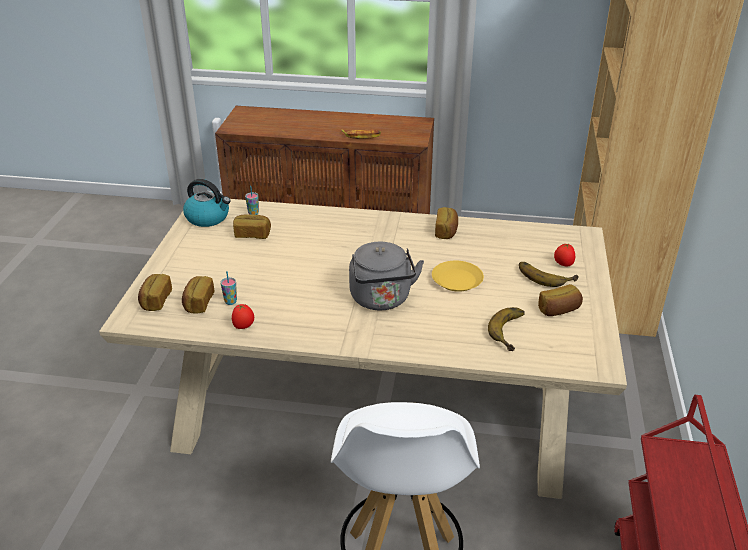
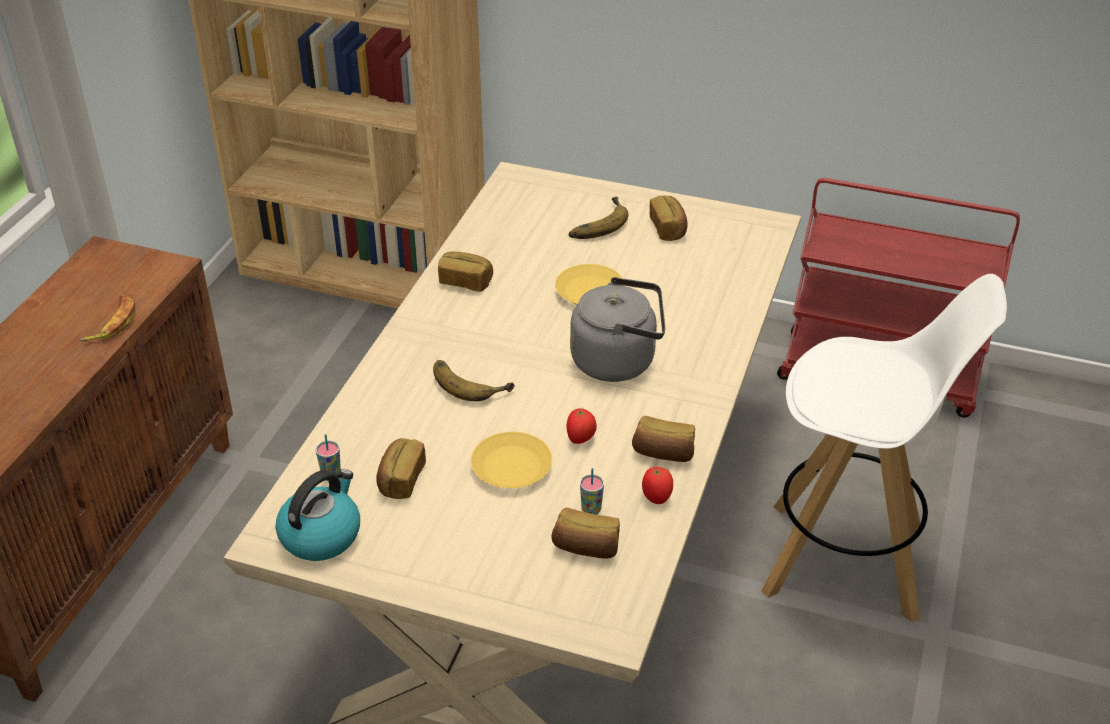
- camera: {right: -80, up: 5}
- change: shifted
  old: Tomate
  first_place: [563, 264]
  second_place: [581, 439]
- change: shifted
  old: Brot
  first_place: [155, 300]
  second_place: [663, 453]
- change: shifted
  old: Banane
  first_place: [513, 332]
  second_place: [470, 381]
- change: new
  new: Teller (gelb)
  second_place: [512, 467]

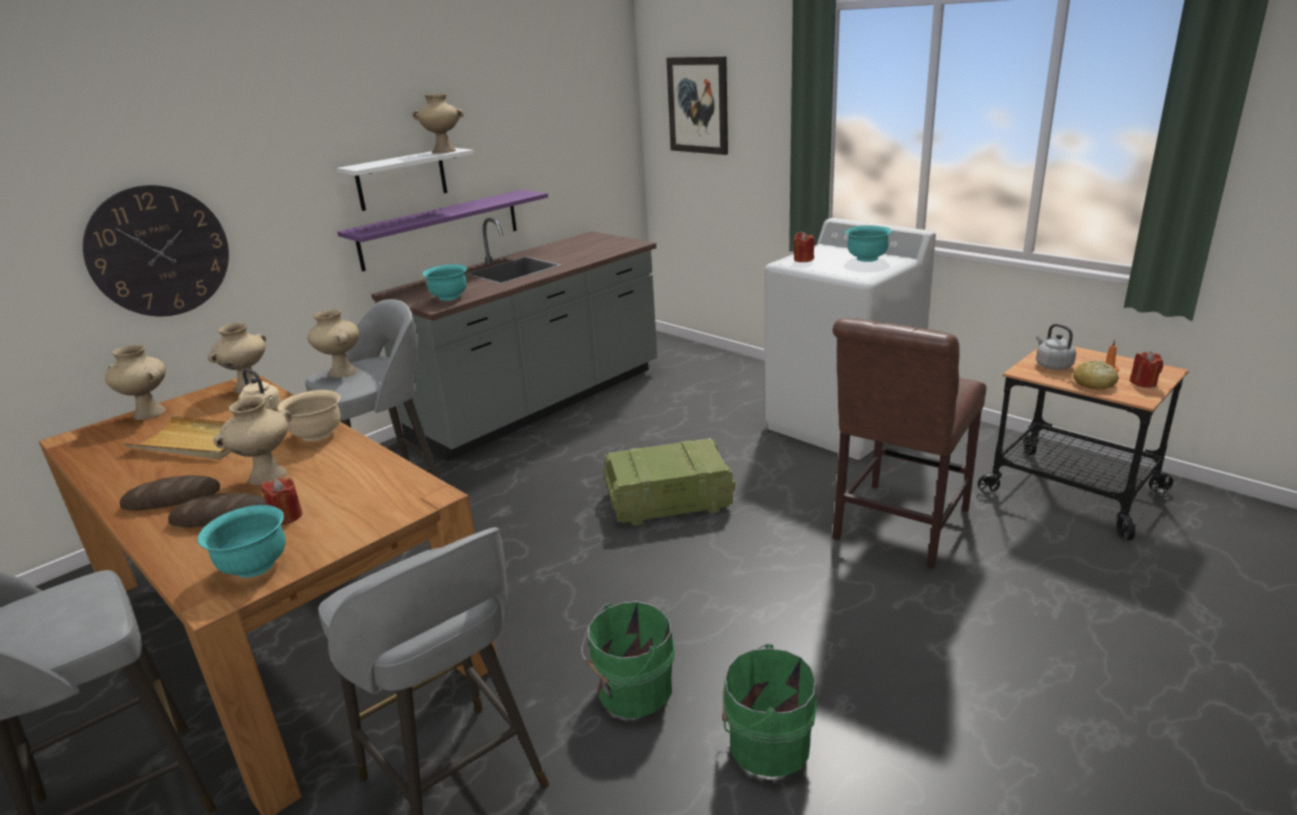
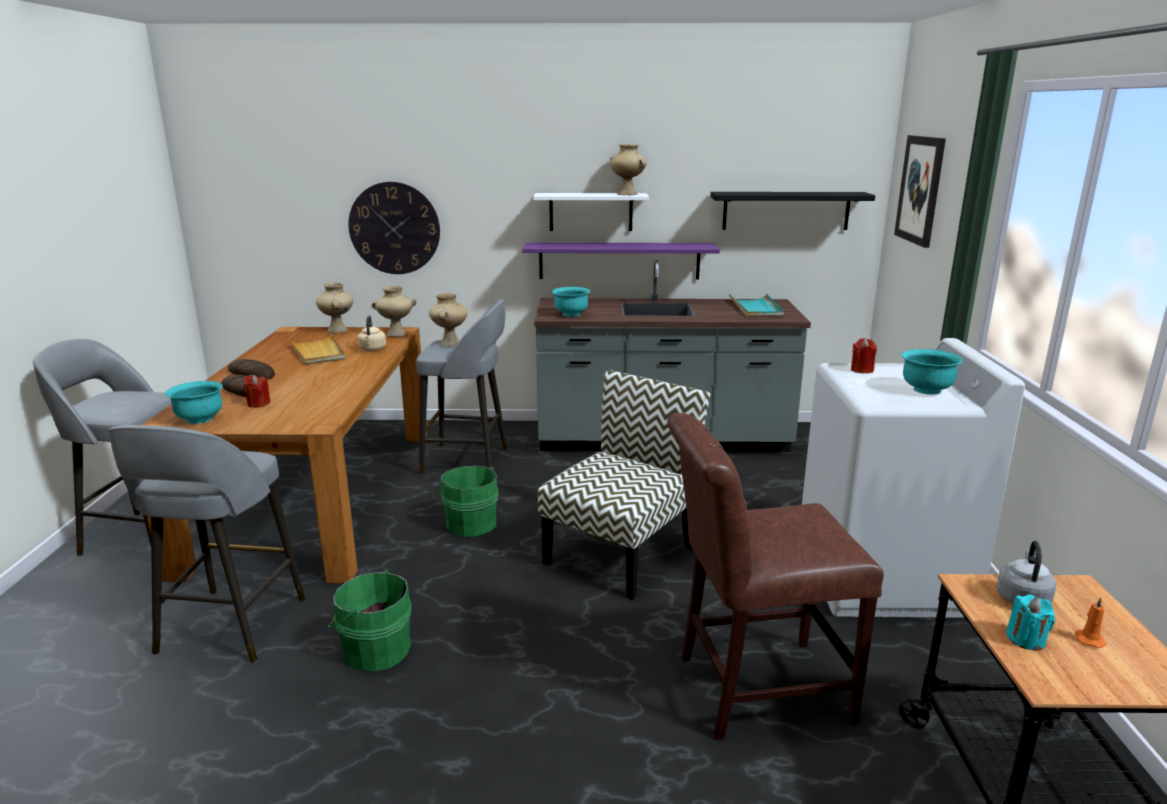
- camera: {right: 45, up: -5}
- change: gone
  old: Kerze (rot)
  first_place: [1143, 383]
- change: swapped
  old: Brot
  new: Kerze (türkis)
  first_place: [1094, 383]
  second_place: [1026, 639]
- change: gone
  old: Schüssel (beige)
  first_place: [317, 435]
- change: gone
  old: Vase (beige)
  first_place: [267, 477]
- change: swapped
  old: Kiste
  new: Stuhl
  first_place: [670, 500]
  second_place: [620, 553]
- change: shifted
  old: Eimer (grün)
  first_place: [765, 743]
  second_place: [470, 523]
- change: new
  new: Wandregal (schwarz)
  second_place: [786, 210]
- change: new
  new: Tablett (türkis)
  second_place: [756, 308]

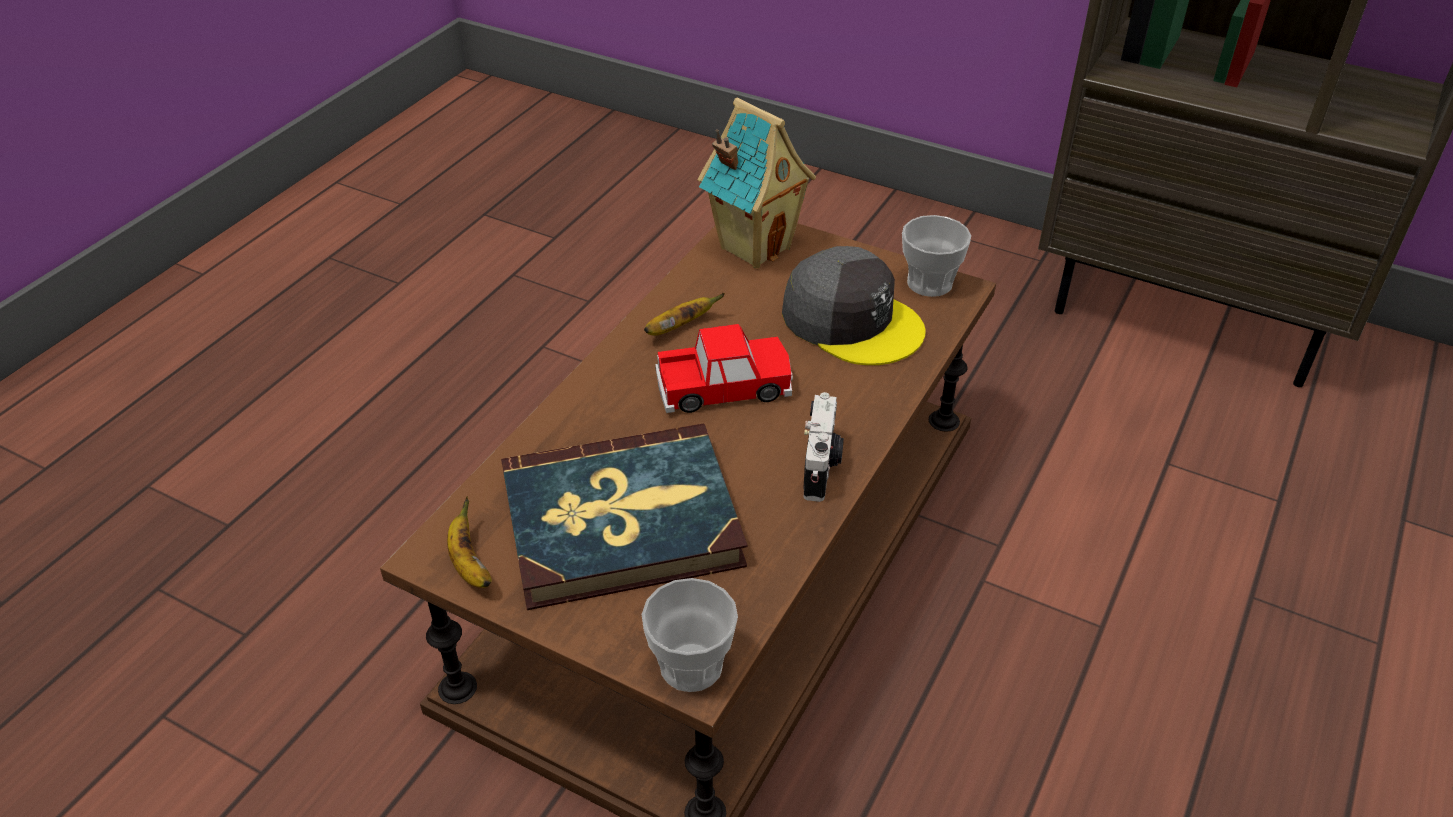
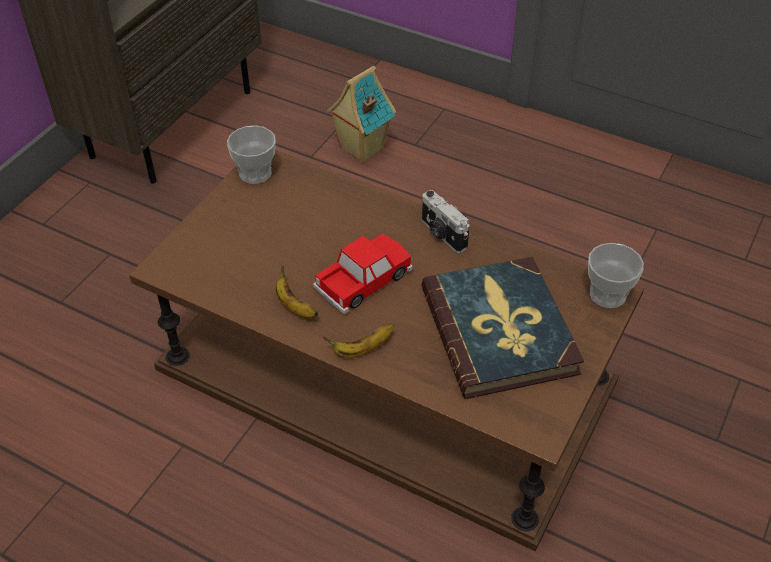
- camera: {right: -90, up: 5}
- change: shifted
  old: Spielzeughaus
  first_place: [754, 247]
  second_place: [361, 150]
- change: gone
  old: Kappe (grau)
  first_place: [852, 321]
- change: rotated
  old: Spielzeugauto
  first_place: [724, 387]
  second_place: [364, 280]
  degrees: 60
- change: rotated
  old: Kamera
  first_place: [821, 466]
  second_place: [442, 235]
  degrees: -135
- change: shifted
  old: Banane
  first_place: [469, 564]
  second_place: [362, 349]

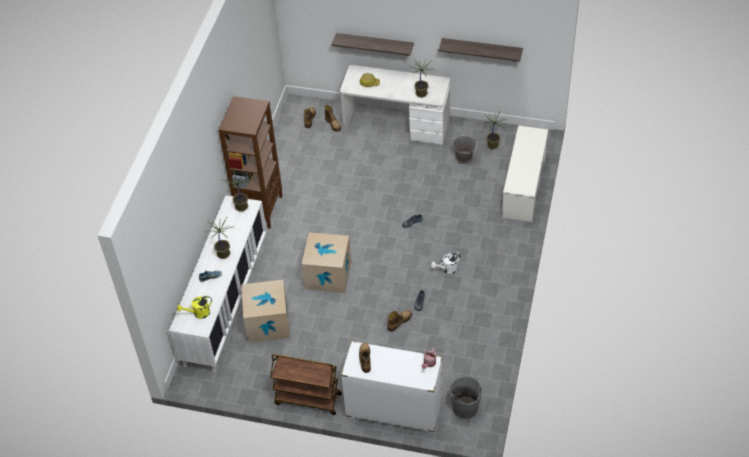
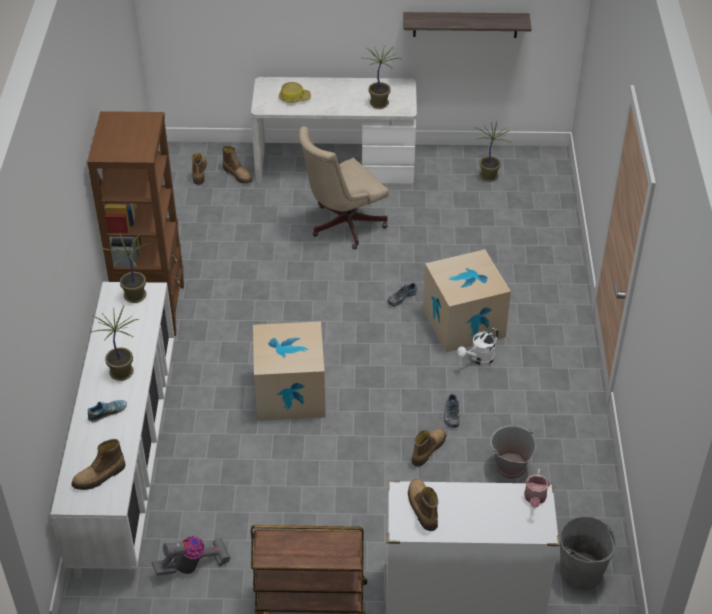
- camera: {right: -15, up: -5}
- change: gone
  old: Wandregal
  first_place: [375, 44]
- change: gone
  old: Schuhregal (weiß)
  first_place: [524, 188]
- change: shifted
  old: Eimer (grau)
  first_place: [463, 158]
  second_place: [510, 467]
- change: shifted
  old: Karton
  first_place: [268, 323]
  second_place: [463, 323]
- change: swapped
  old: Gießkanne (gelb)
  new: Stiefel
  first_place: [198, 313]
  second_place: [99, 477]
- change: new
  new: Bürostuhl (beige)
  second_place: [342, 225]
- change: new
  new: Staubsauger
  second_place: [193, 566]

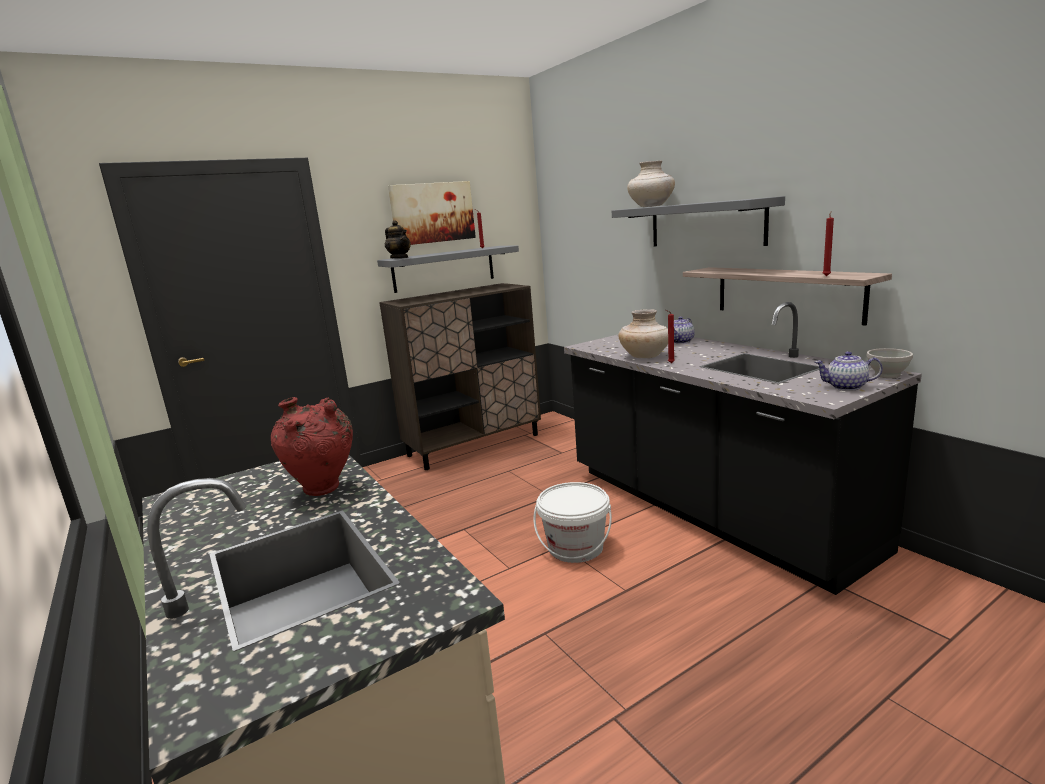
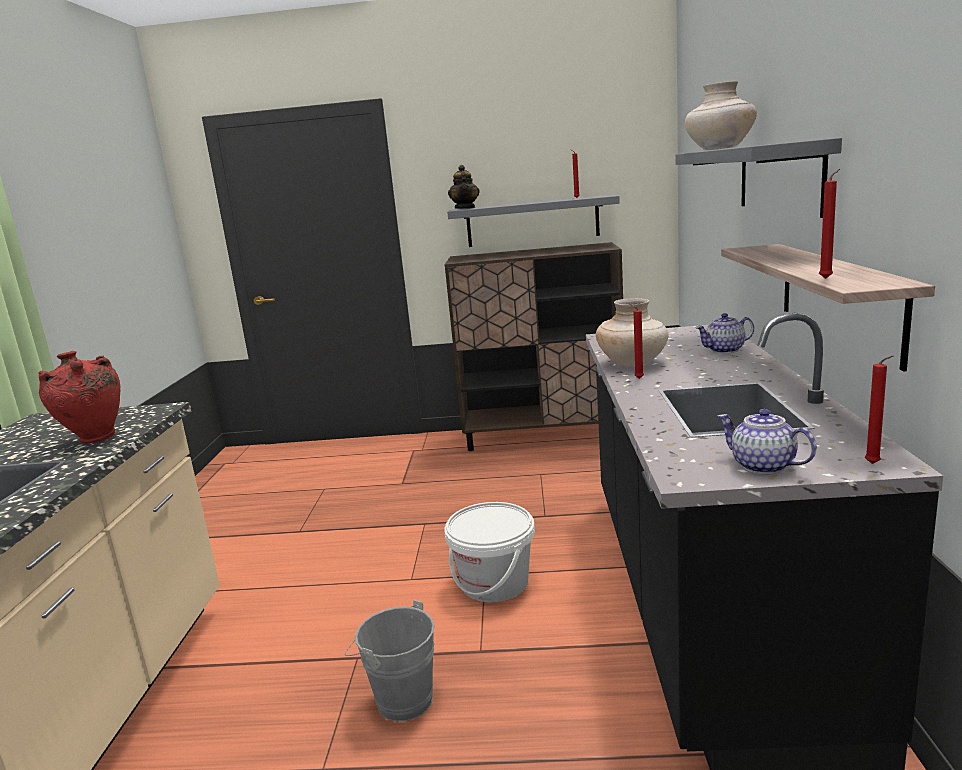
- camera: {right: 35, up: 0}
- change: gone
  old: Bild
  first_place: [432, 213]
- change: swapped
  old: Schüssel (weiß)
  new: Kerze (rot)
  first_place: [888, 375]
  second_place: [874, 464]
- change: new
  new: Eimer (grau)
  second_place: [399, 698]

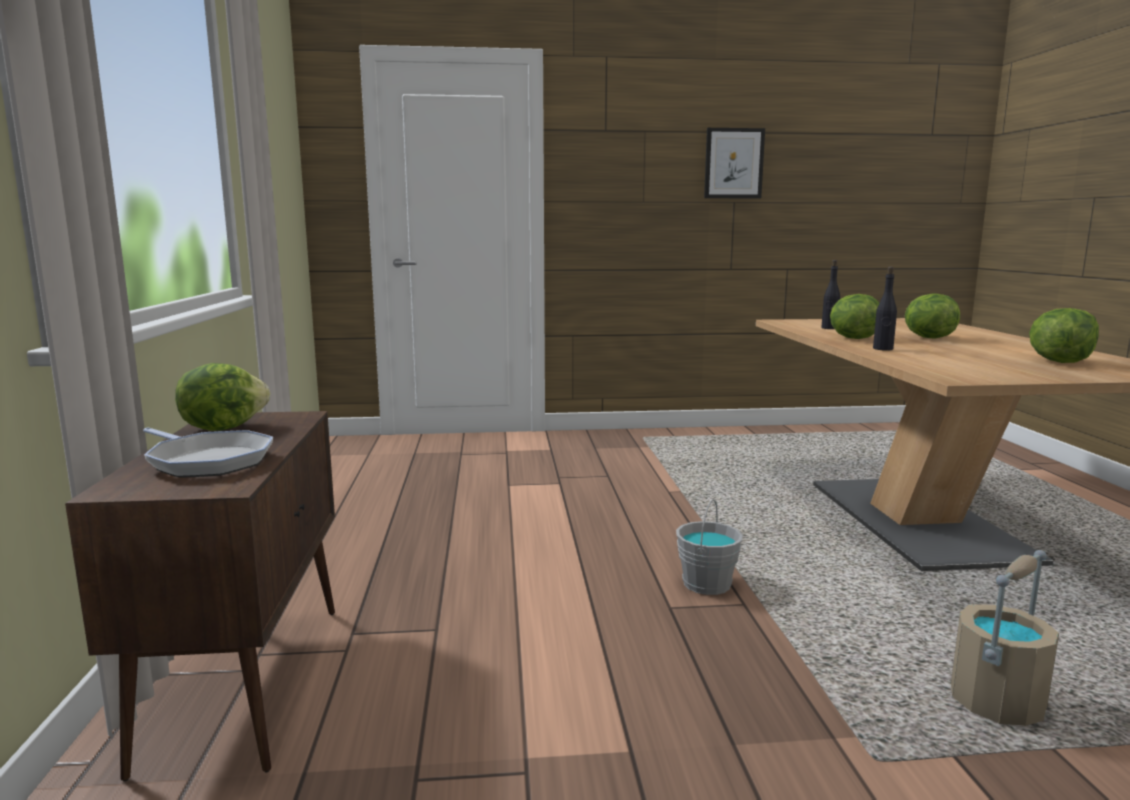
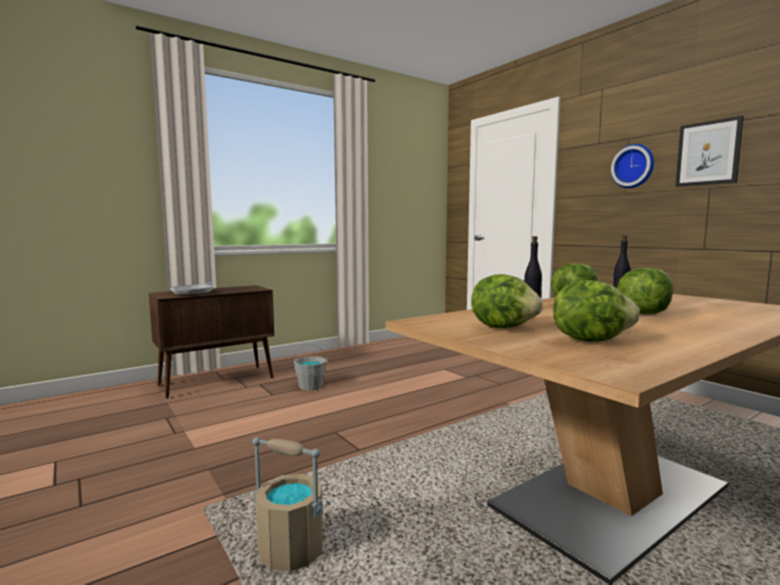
- camera: {right: 60, up: -5}
- change: shifted
  old: Salatkopf
  first_place: [223, 428]
  second_place: [503, 327]
- change: shifted
  old: Eimer (grau)
  first_place: [706, 583]
  second_place: [311, 386]
- change: new
  new: Wanduhr
  second_place: [633, 166]

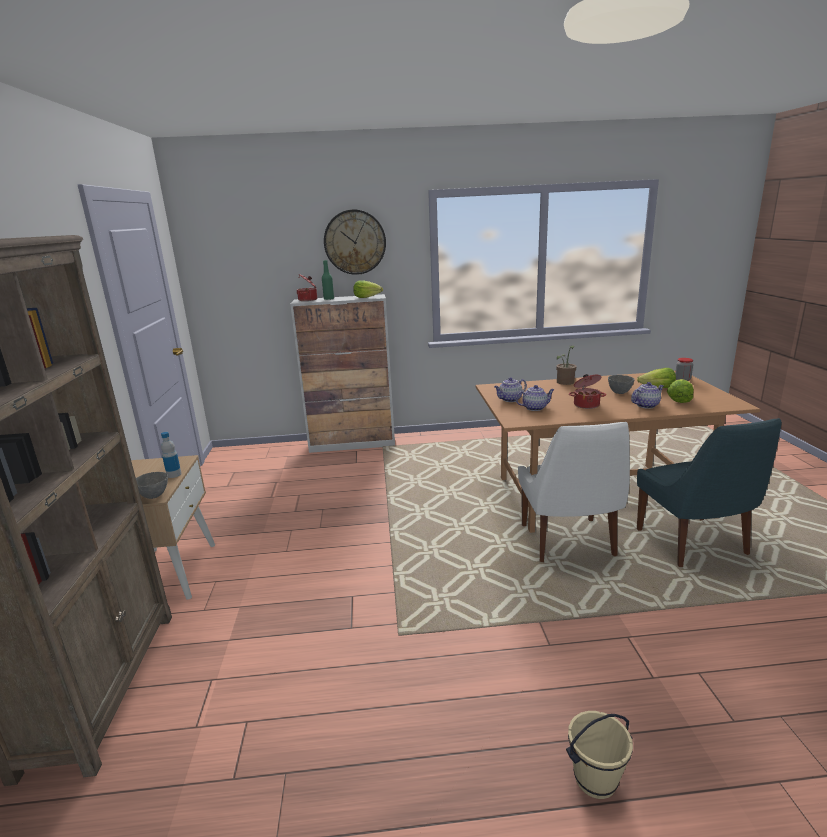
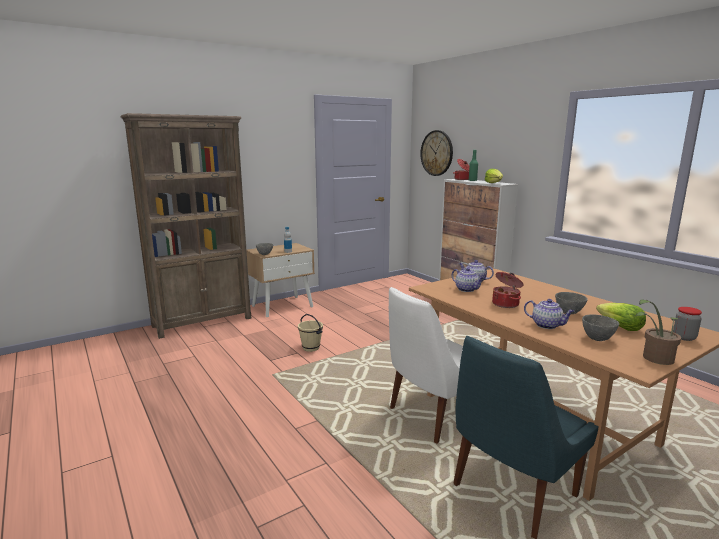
- camera: {right: 60, up: -5}
- change: shifted
  old: Wanduhr
  first_place: [355, 242]
  second_place: [437, 153]
- change: shifted
  old: Topfpflanze
  first_place: [565, 383]
  second_place: [654, 358]
- change: swapped
  old: Salatkopf
  new: Schüssel (grau)
  first_place: [679, 399]
  second_place: [596, 338]
- change: shifted
  old: Eimer (beige)
  first_place: [595, 779]
  second_place: [311, 348]

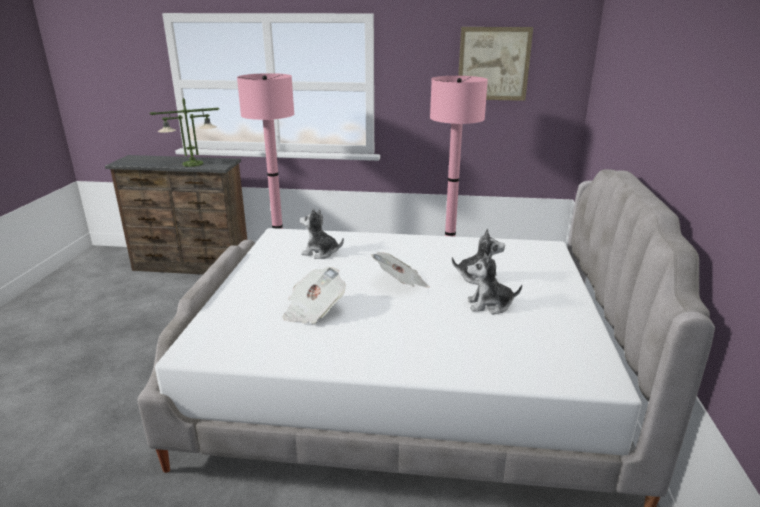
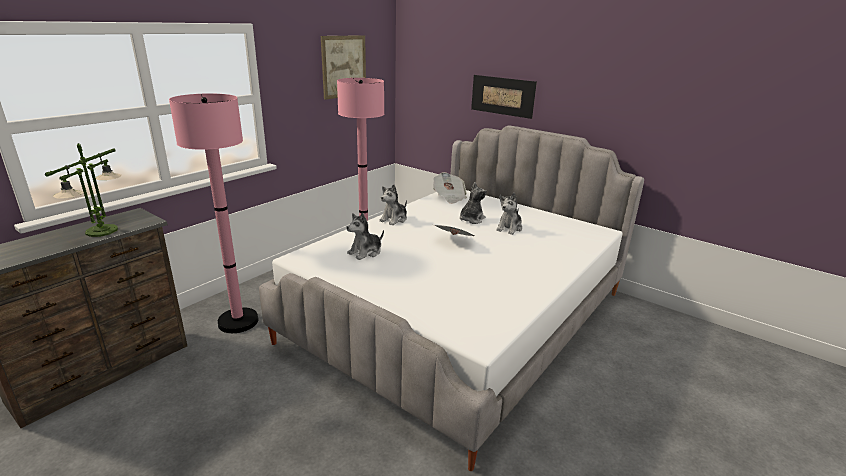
- camera: {right: -60, up: 0}
- change: shifted
  old: Zeitung
  first_place: [313, 310]
  second_place: [449, 197]
- change: new
  new: Bild
  second_place: [502, 96]
- change: new
  new: Plüschtier
  second_place: [394, 219]

